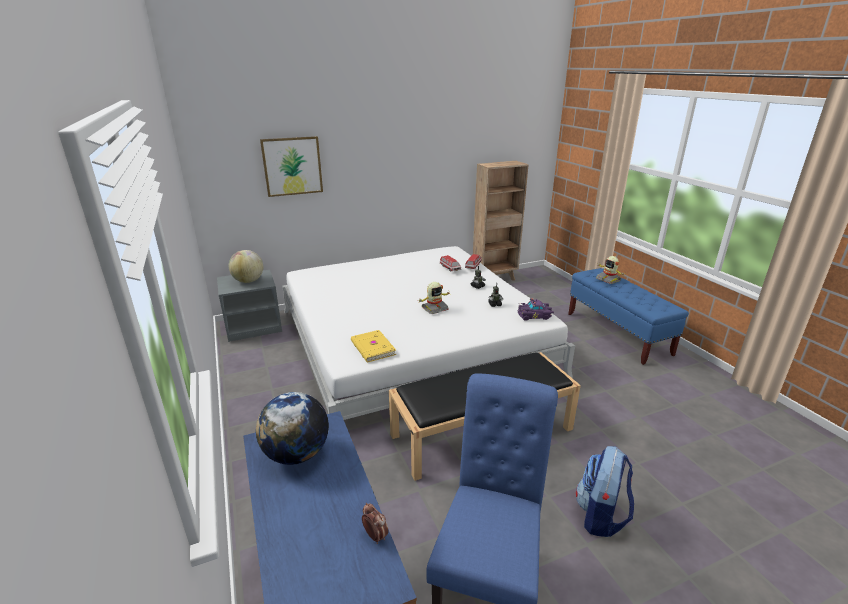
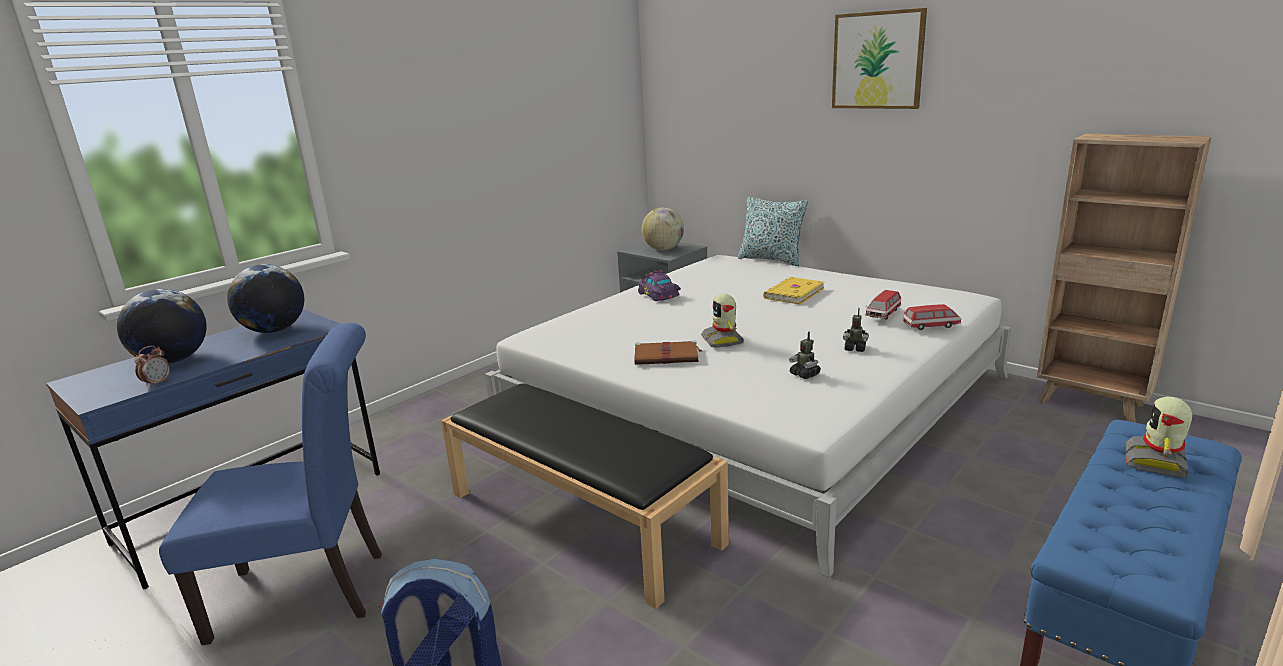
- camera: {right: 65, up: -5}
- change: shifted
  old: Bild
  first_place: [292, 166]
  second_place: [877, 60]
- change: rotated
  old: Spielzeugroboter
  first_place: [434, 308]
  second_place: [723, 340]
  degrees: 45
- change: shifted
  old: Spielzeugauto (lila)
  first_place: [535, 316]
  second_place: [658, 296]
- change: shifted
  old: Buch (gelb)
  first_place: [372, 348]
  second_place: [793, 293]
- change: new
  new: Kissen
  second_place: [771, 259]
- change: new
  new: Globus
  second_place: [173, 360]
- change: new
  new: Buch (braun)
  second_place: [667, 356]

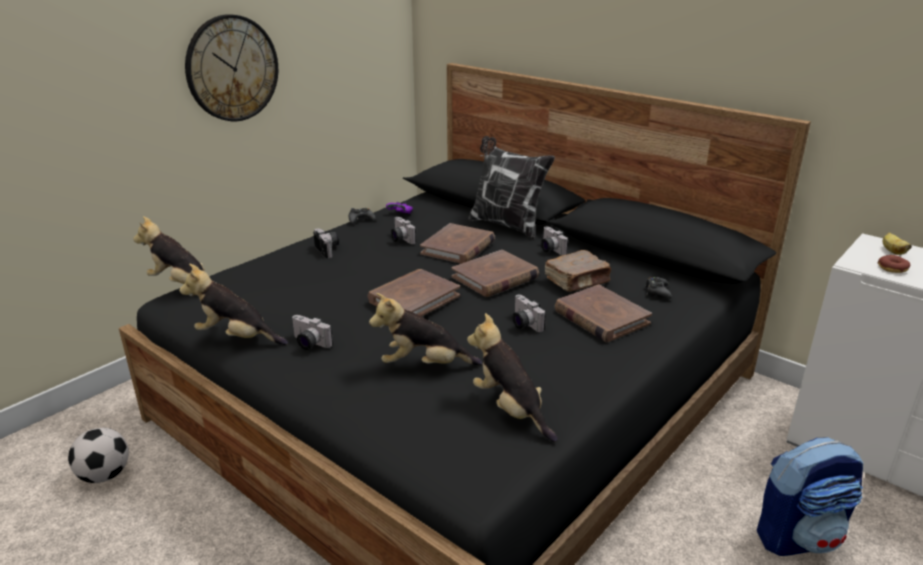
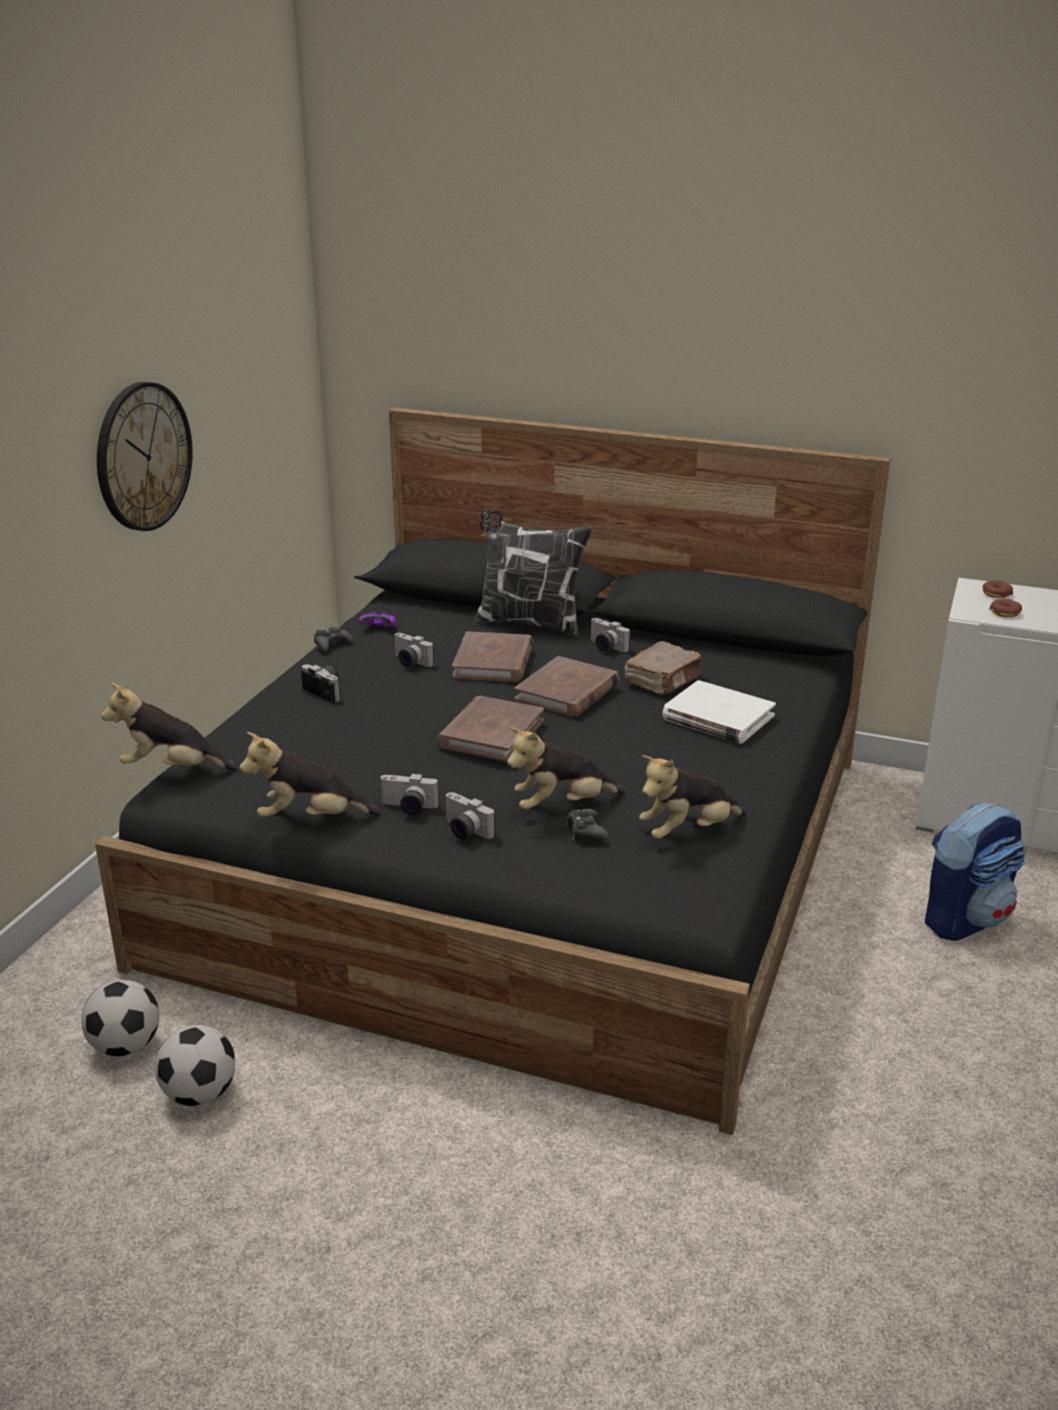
- camera: {right: -20, up: 0}
- change: swapped
  old: Banane
  new: Donut
  first_place: [892, 251]
  second_place: [996, 594]
- change: shifted
  old: Gamepad (schwarz)
  first_place: [657, 292]
  second_place: [586, 832]
- change: repainted
  old: Buch (braun)
  new: Buch (weiß)
  first_place: [601, 317]
  second_place: [717, 718]
- change: shifted
  old: Kamera
  first_place: [523, 324]
  second_place: [464, 831]
- change: rotated
  old: Plüschtier
  first_place: [510, 410]
  second_place: [688, 831]
  degrees: -60
- change: new
  new: Fußball
  second_place: [200, 1094]

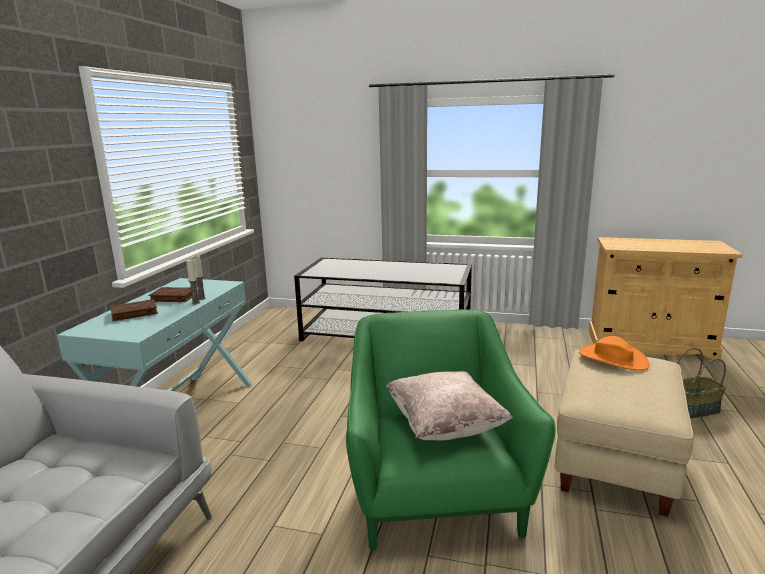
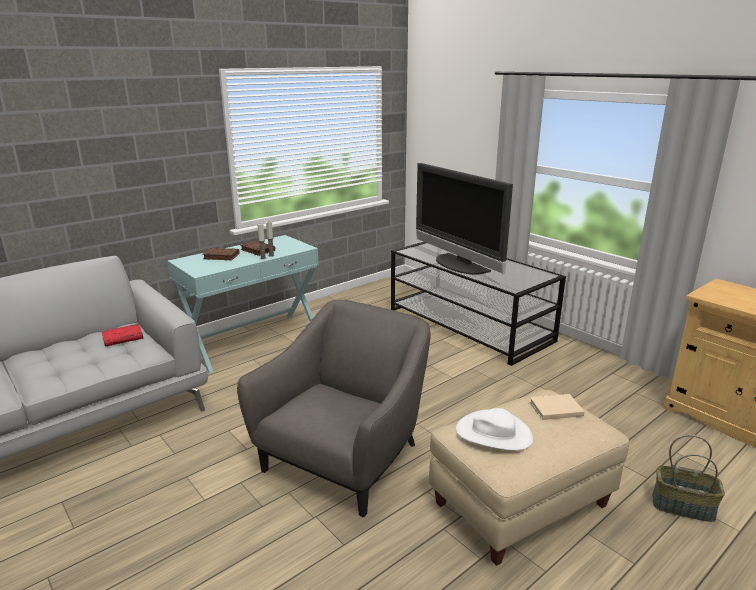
- camera: {right: 35, up: 5}
- change: repainted
  old: Sessel (grün)
  new: Sessel (grau)
  first_place: [435, 491]
  second_place: [345, 458]
- change: swapped
  old: Hut (orange)
  new: Buch (beige)
  first_place: [612, 358]
  second_place: [554, 408]
- change: gone
  old: Kissen (beige)
  first_place: [444, 426]
- change: new
  new: Fernseher
  second_place: [458, 265]
- change: new
  new: Buch (rot)
  second_place: [123, 338]
- change: new
  new: Hut (weiß)
  second_place: [493, 434]

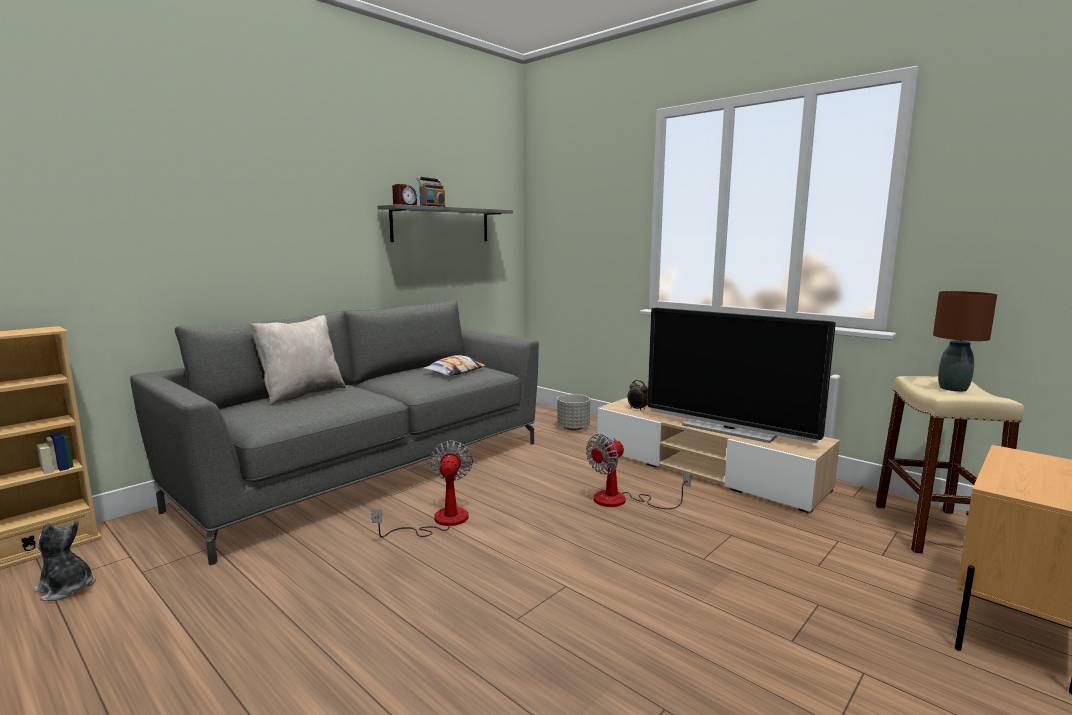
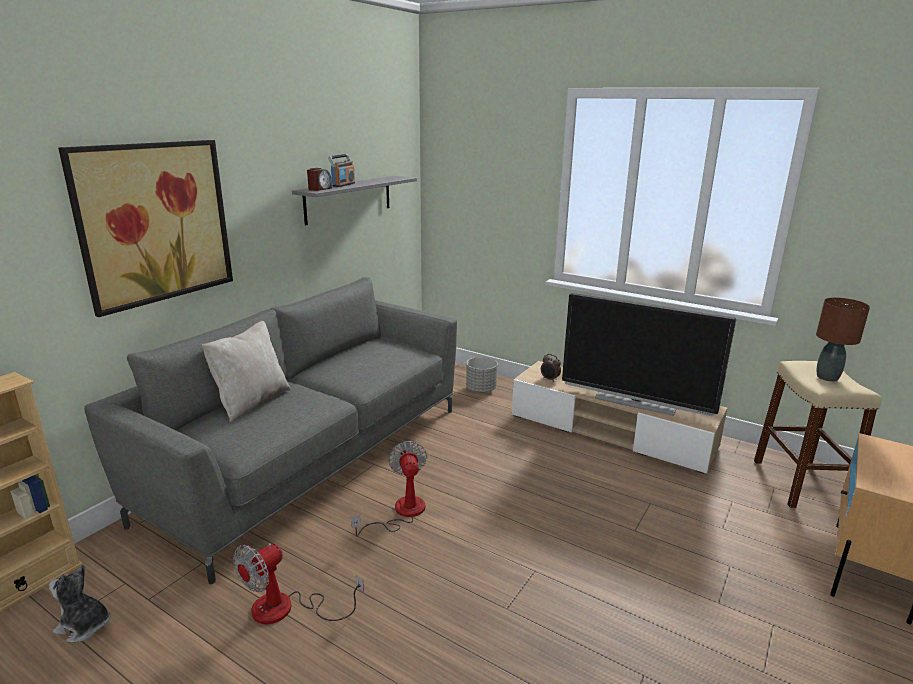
- camera: {right: -10, up: 10}
- change: gone
  old: Kissen
  first_place: [455, 372]
- change: shifted
  old: Ventilator
  first_place: [622, 501]
  second_place: [286, 609]
- change: new
  new: Bild
  second_place: [155, 223]

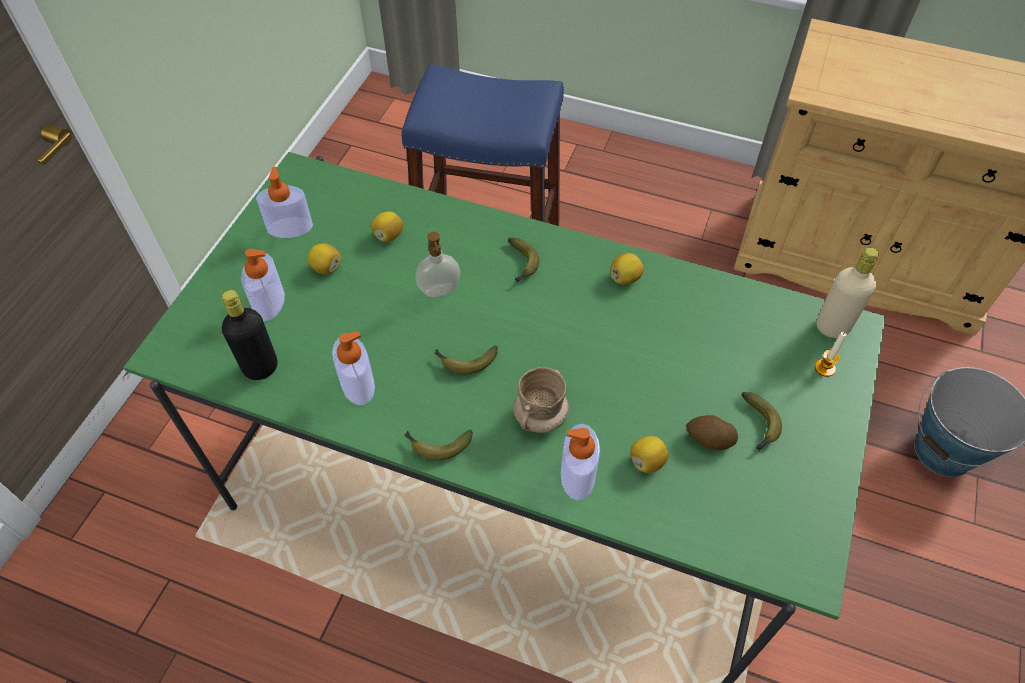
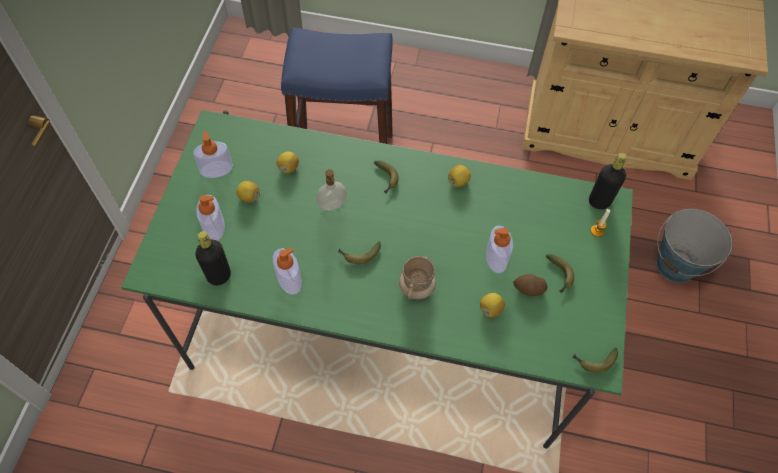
- camera: {right: -10, up: 5}
- change: repainted
  old: Flasche (beige)
  new: Flasche (schwarz)
  first_place: [832, 327]
  second_place: [599, 201]
- change: shifted
  old: Seifenspender
  first_place: [577, 475]
  second_place: [496, 258]
- change: shifted
  old: Banane
  first_place: [437, 446]
  second_place: [594, 361]

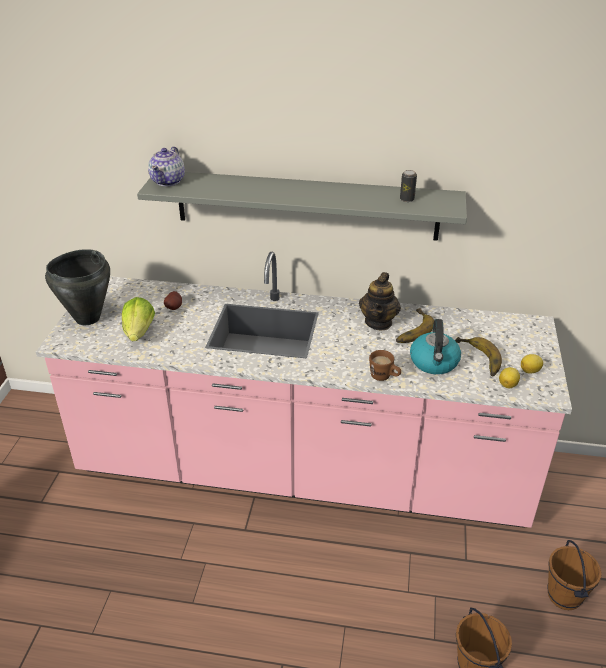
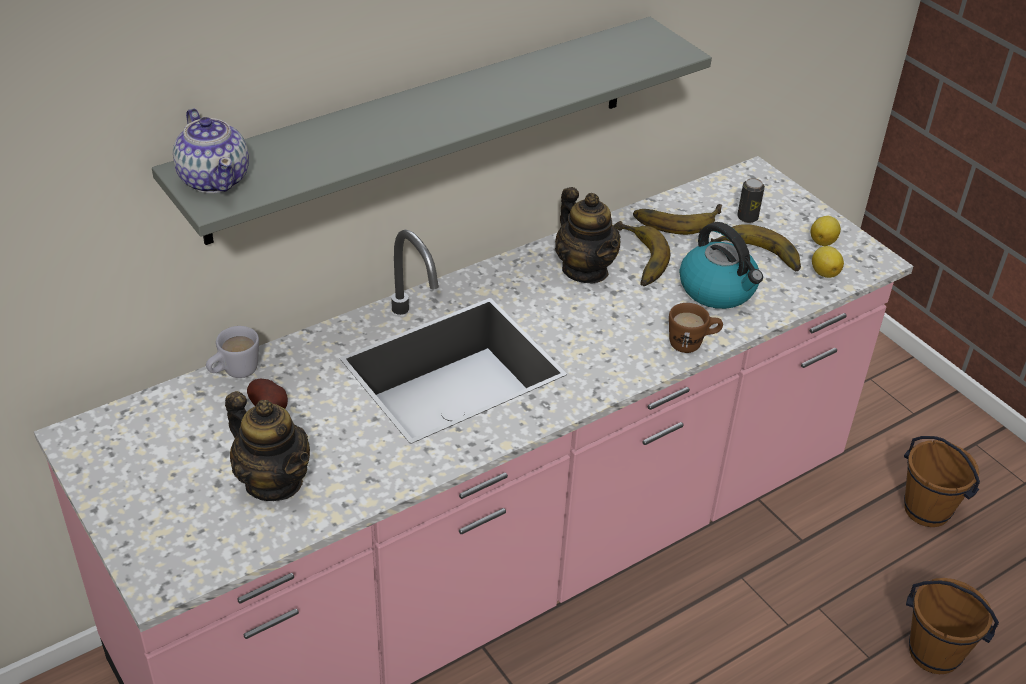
- camera: {right: -45, up: 5}
- change: shifted
  old: Dose
  first_place: [407, 199]
  second_place: [747, 217]
- change: gone
  old: Kochtopf (schwarz)
  first_place: [87, 318]
- change: swapped
  old: Salatkopf
  new: Teekanne
  first_place: [139, 332]
  second_place: [274, 481]
- change: new
  new: Banane
  second_place: [676, 218]
- change: new
  new: Henkelbecher (weiß)
  second_place: [234, 373]

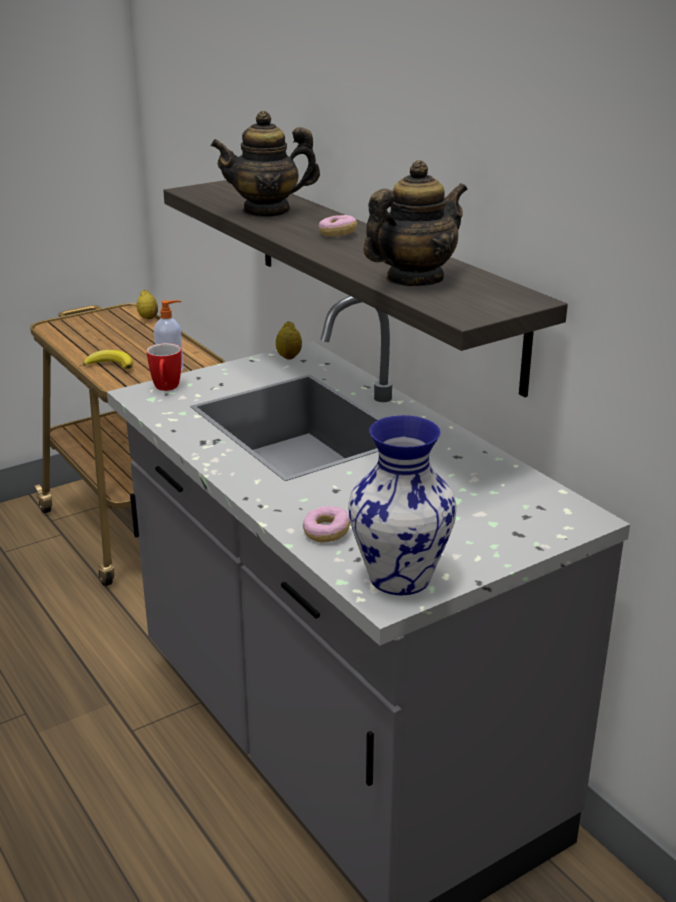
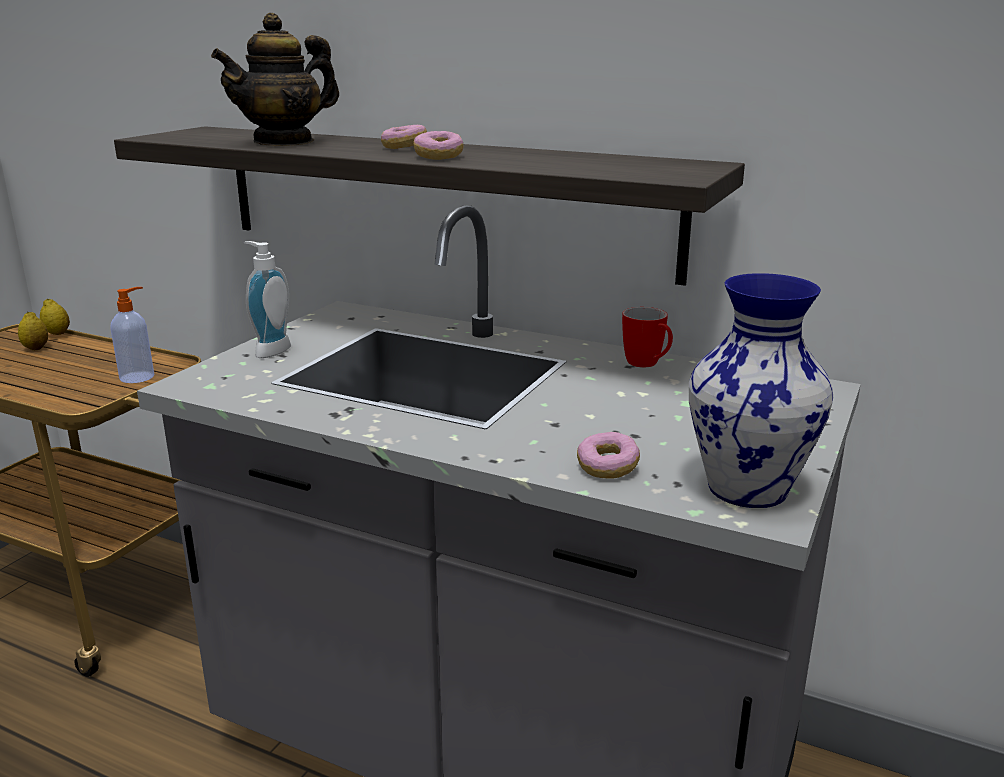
- camera: {right: -30, up: -5}
- change: gone
  old: Teekanne
  first_place: [413, 279]
- change: shifted
  old: Zitrone
  first_place: [289, 357]
  second_place: [36, 348]
- change: shifted
  old: Henkelbecher
  first_place: [166, 389]
  second_place: [647, 365]
- change: gone
  old: Banane
  first_place: [110, 364]
- change: new
  new: Donut
  second_place: [438, 157]
- change: new
  new: Seifenspender
  second_place: [269, 350]

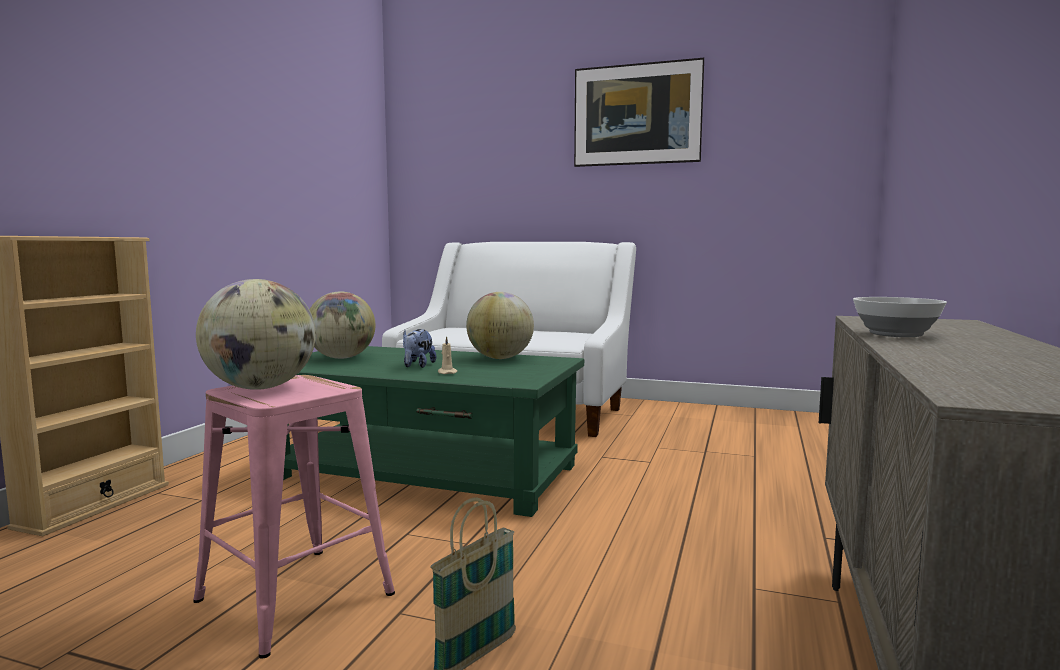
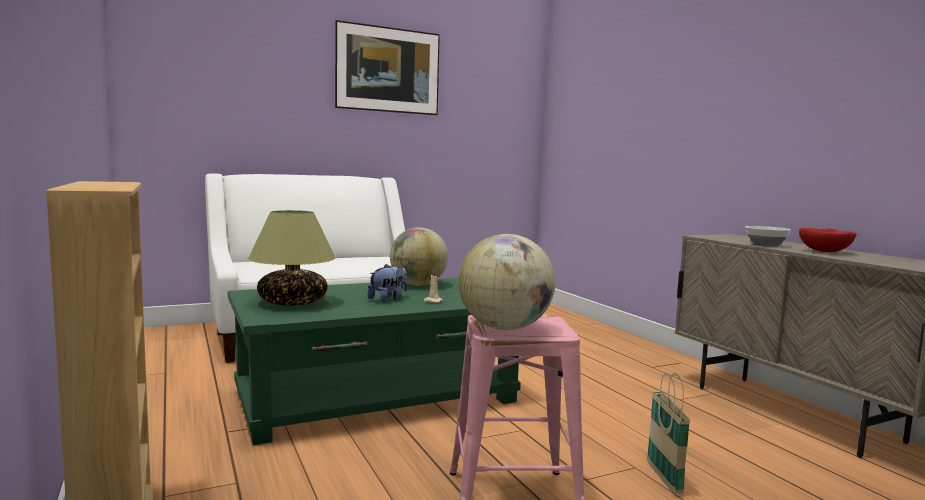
- camera: {right: -45, up: 0}
- change: swapped
  old: Globus
  new: Tischlampe
  first_place: [341, 358]
  second_place: [293, 303]
- change: rotated
  old: Plüschtier
  first_place: [417, 366]
  second_place: [388, 299]
  degrees: -105
- change: new
  new: Schüssel (rot)
  second_place: [825, 252]

